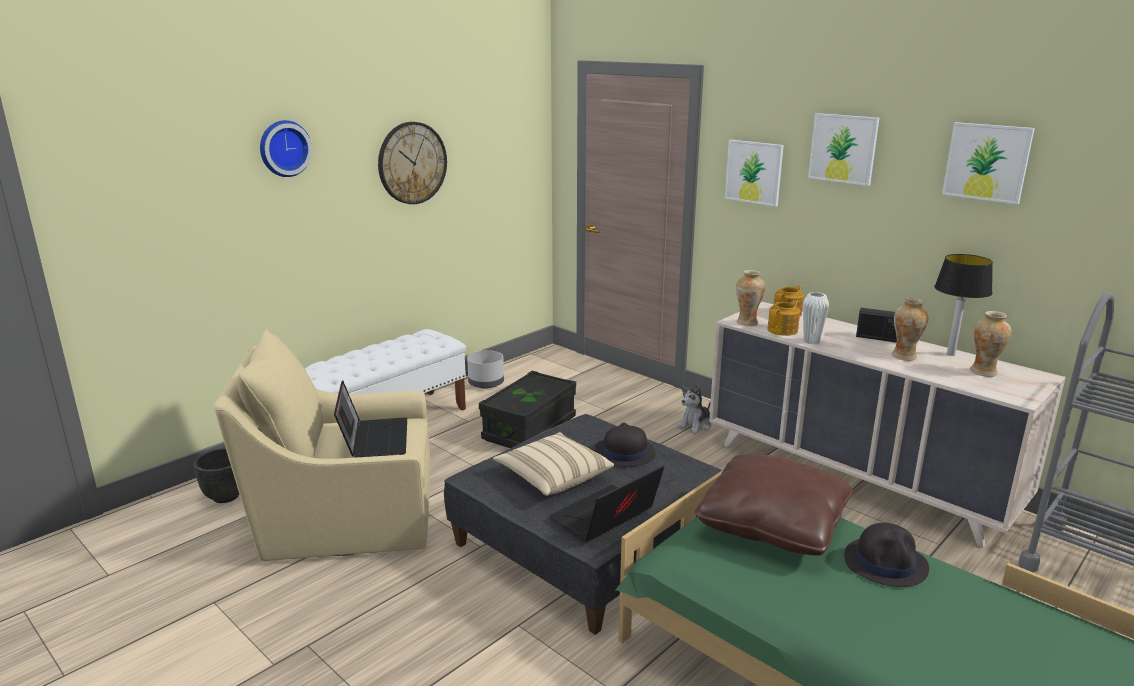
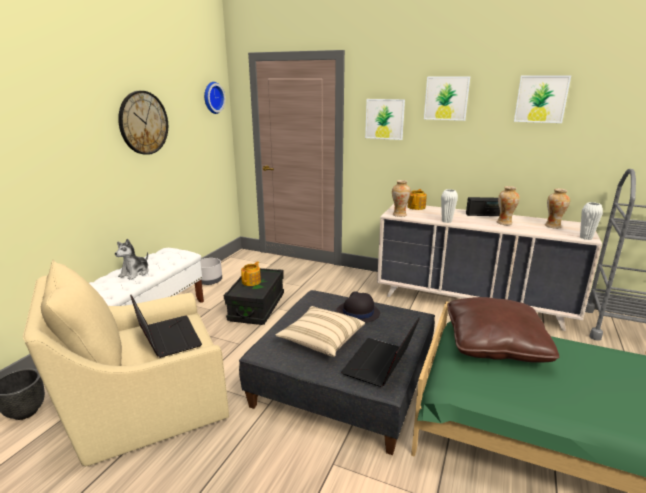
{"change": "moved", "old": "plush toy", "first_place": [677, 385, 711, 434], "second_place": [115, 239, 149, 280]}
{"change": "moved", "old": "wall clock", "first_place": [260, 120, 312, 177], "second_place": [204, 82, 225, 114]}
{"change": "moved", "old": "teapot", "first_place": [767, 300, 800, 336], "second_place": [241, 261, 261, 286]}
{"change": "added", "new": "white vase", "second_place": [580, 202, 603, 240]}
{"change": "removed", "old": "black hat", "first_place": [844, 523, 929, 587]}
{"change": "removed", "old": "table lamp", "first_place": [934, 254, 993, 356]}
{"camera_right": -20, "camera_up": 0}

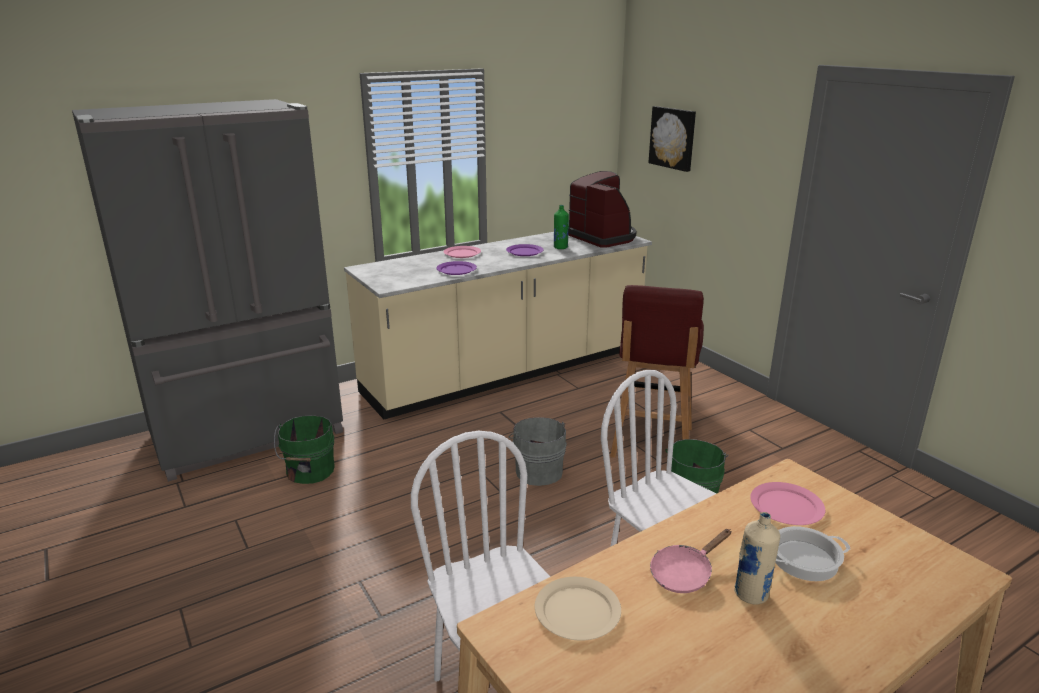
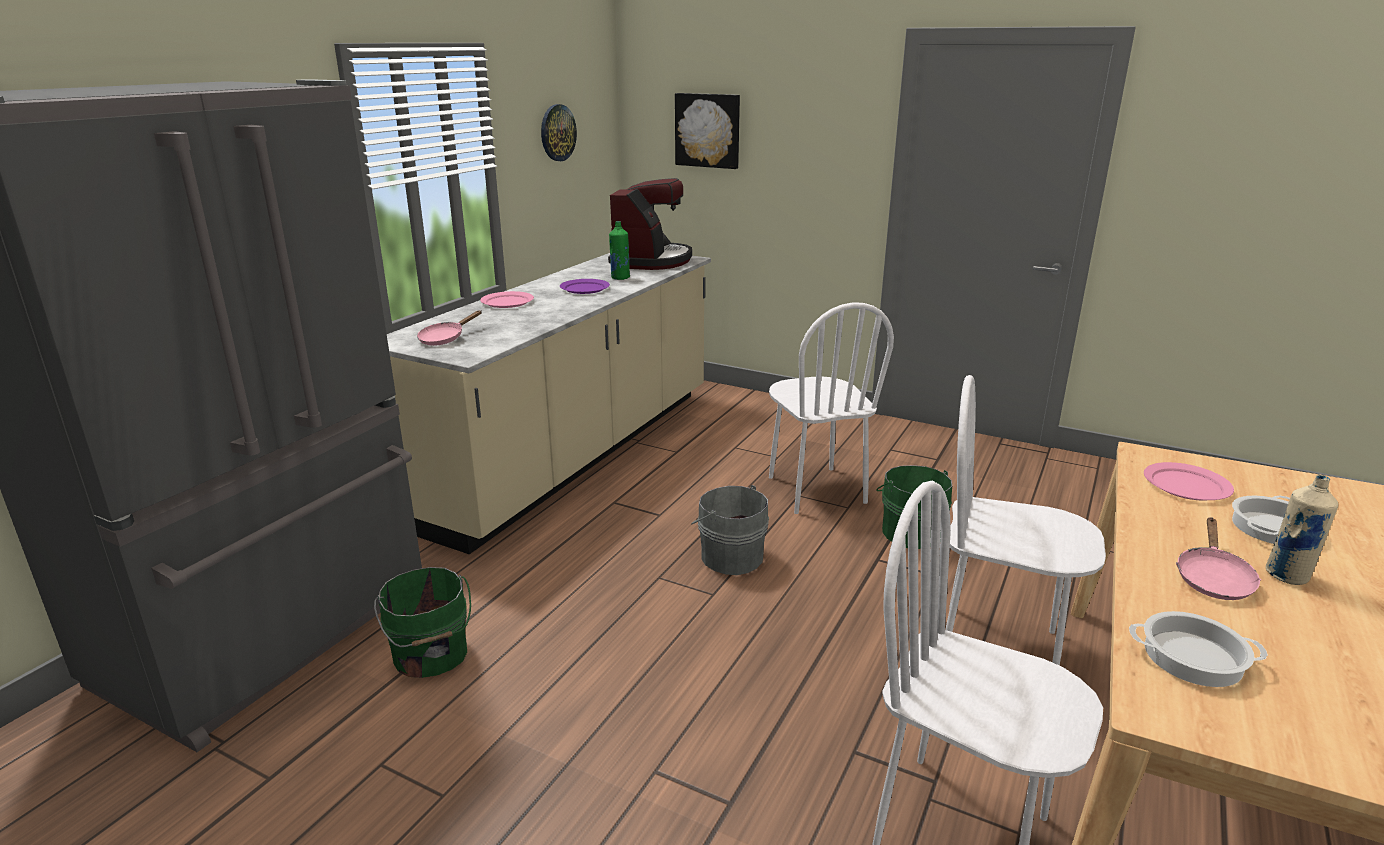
{"change": "added", "new": "pink frying pan", "second_place": [417, 310, 481, 346]}
{"change": "added", "new": "wall clock", "second_place": [541, 104, 577, 161]}
{"change": "turned", "old": "coffee machine", "first_place": [568, 171, 637, 248], "second_place": [608, 178, 692, 270], "degrees": 75}
{"change": "replaced", "old": "red stool", "new": "white chair", "first_place": [610, 285, 704, 458], "second_place": [769, 302, 894, 514]}
{"change": "replaced", "old": "beige plate", "new": "cooking pot", "first_place": [535, 577, 621, 641], "second_place": [1129, 611, 1268, 687]}
{"change": "removed", "old": "purple plate", "first_place": [436, 261, 477, 275]}
{"camera_right": -30, "camera_up": 0}

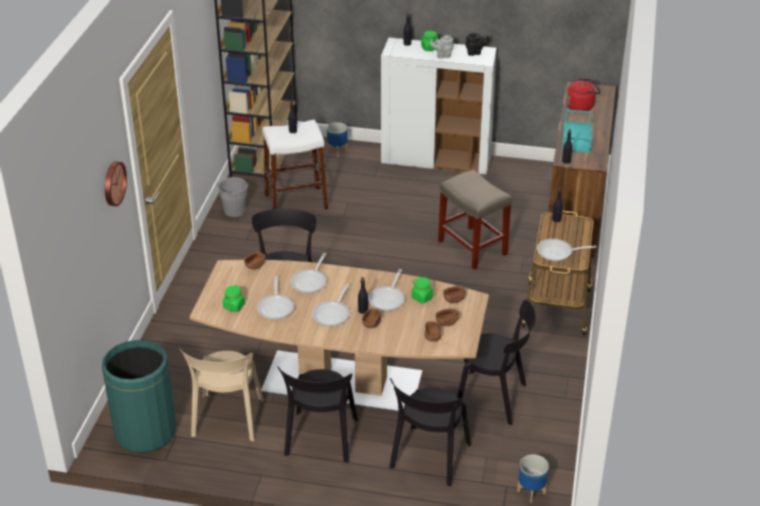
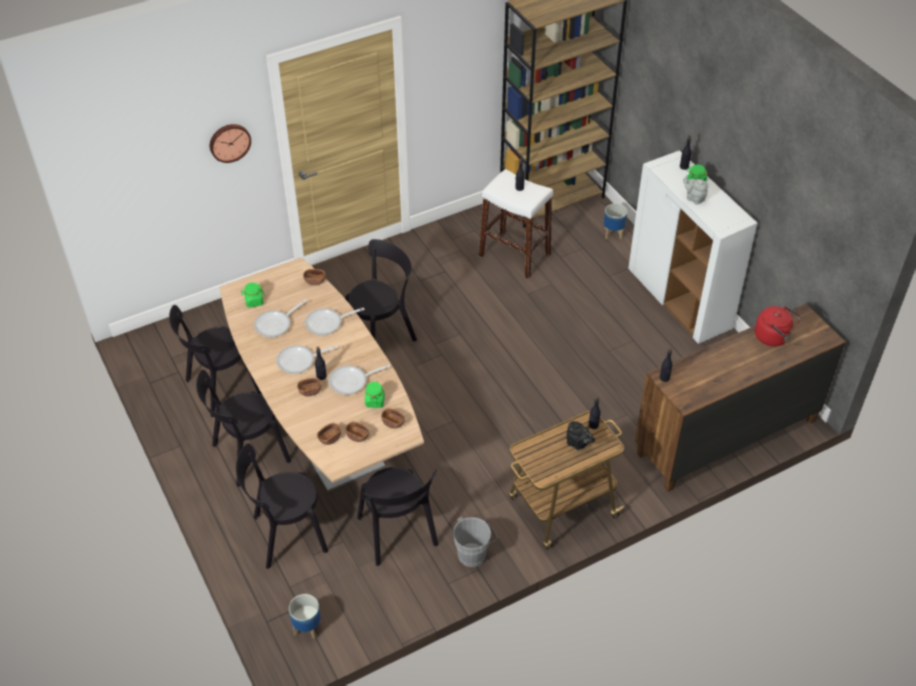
{"change": "recoloured", "old": "beige chair", "new": "black chair", "first_place": [179, 348, 264, 441], "second_place": [169, 305, 261, 417]}
{"change": "moved", "old": "grey bucket", "first_place": [217, 177, 248, 217], "second_place": [453, 517, 497, 567]}
{"change": "moved", "old": "black teapot", "first_place": [465, 33, 489, 56], "second_place": [566, 421, 595, 450]}
{"change": "removed", "old": "green trash can", "first_place": [102, 340, 176, 453]}
{"change": "removed", "old": "beige stool", "first_place": [438, 170, 512, 270]}
{"change": "removed", "old": "frying pan", "first_place": [537, 239, 596, 261]}
{"change": "removed", "old": "turquoise tray", "first_place": [562, 110, 593, 153]}
{"camera_right": 50, "camera_up": 10}

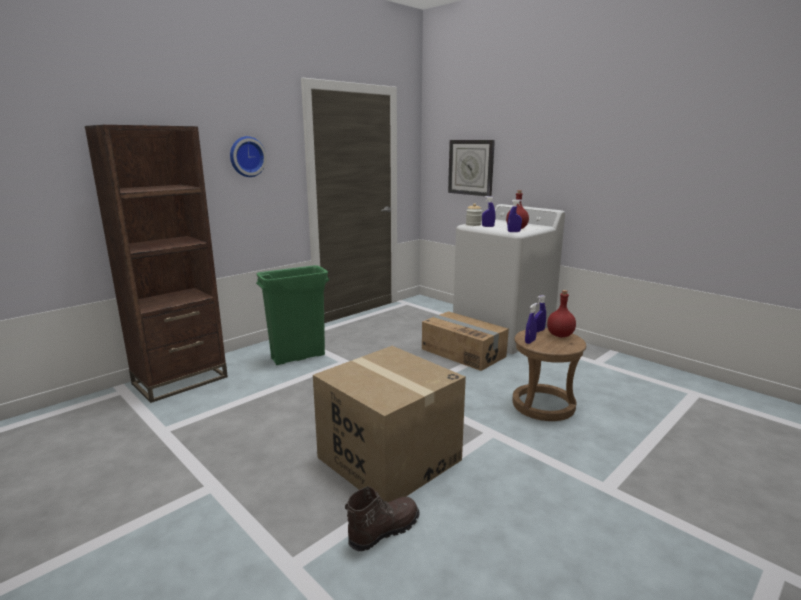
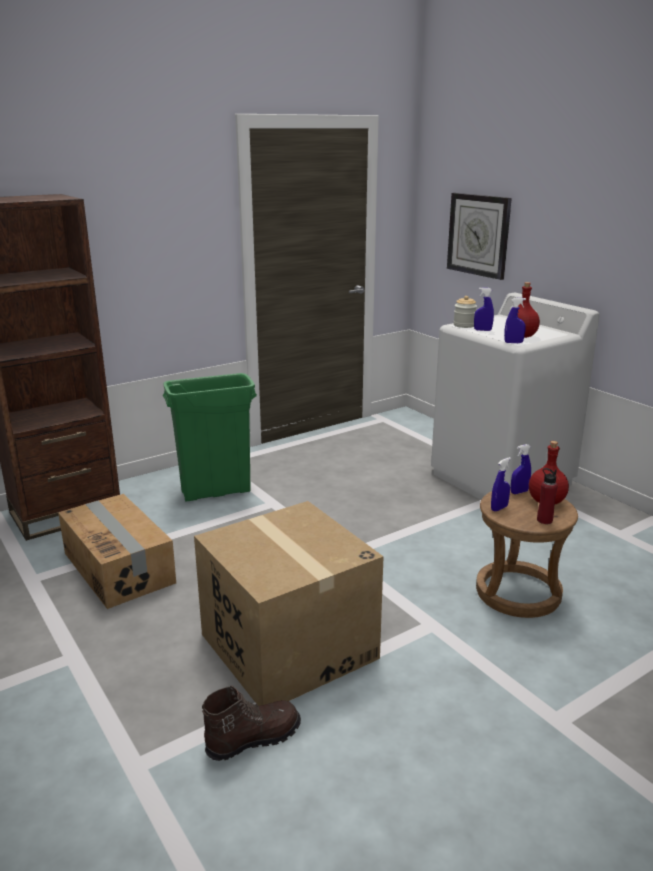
{"change": "moved", "old": "cardboard box", "first_place": [422, 311, 509, 371], "second_place": [58, 494, 176, 609]}
{"change": "added", "new": "red bottle", "second_place": [537, 468, 558, 524]}
{"change": "removed", "old": "wall clock", "first_place": [230, 136, 267, 177]}
{"camera_right": 10, "camera_up": 5}

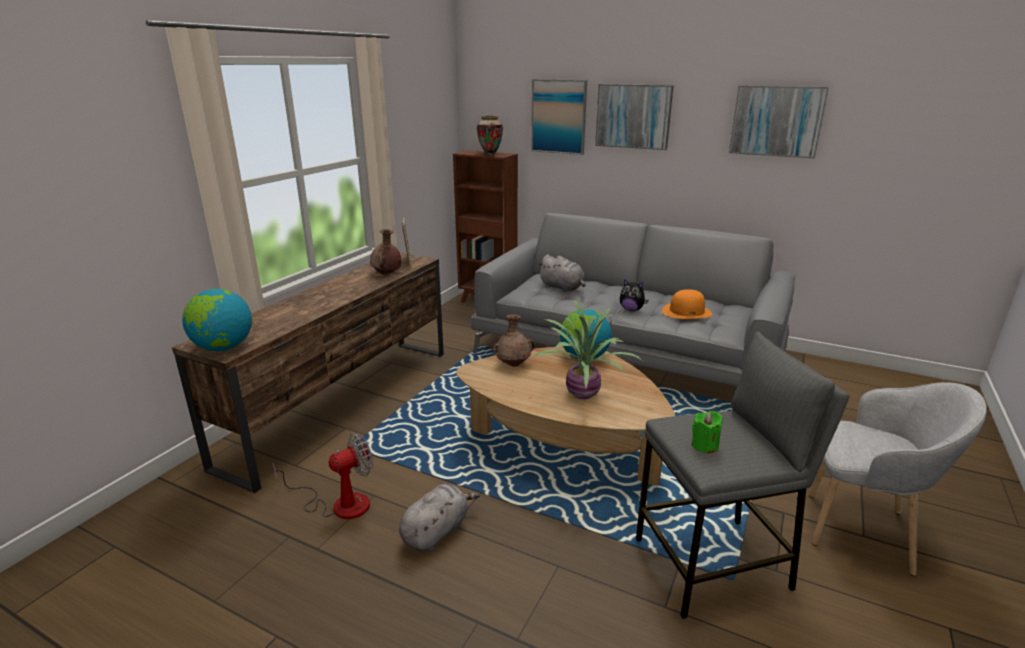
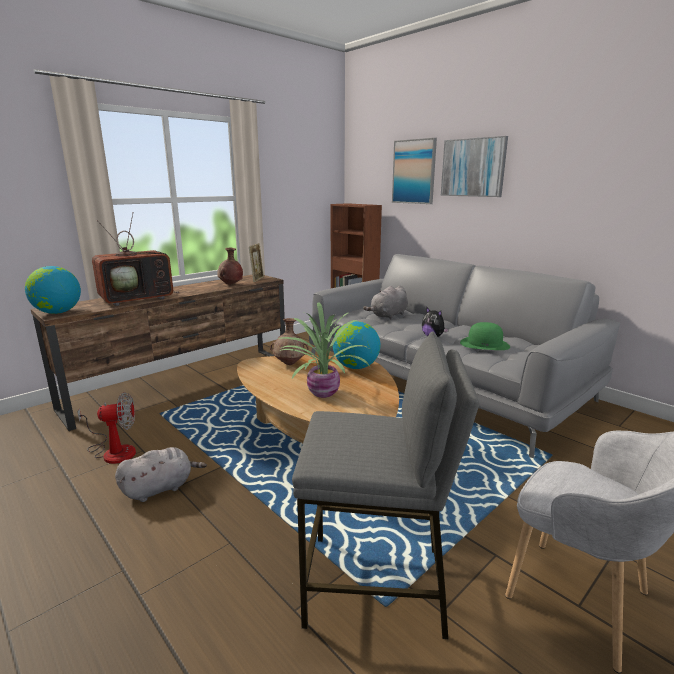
{"change": "added", "new": "television", "second_place": [92, 212, 180, 306]}
{"change": "turned", "old": "grey plush toy", "first_place": [538, 255, 586, 292], "second_place": [363, 286, 408, 319], "degrees": 75}
{"change": "recoloured", "old": "orange hat", "new": "green hat", "first_place": [662, 289, 712, 319], "second_place": [460, 322, 510, 350]}
{"change": "removed", "old": "vase", "first_place": [477, 116, 503, 155]}
{"change": "removed", "old": "green candle", "first_place": [692, 411, 722, 454]}
{"change": "removed", "old": "picture", "first_place": [729, 86, 829, 158]}
{"camera_right": 20, "camera_up": -5}

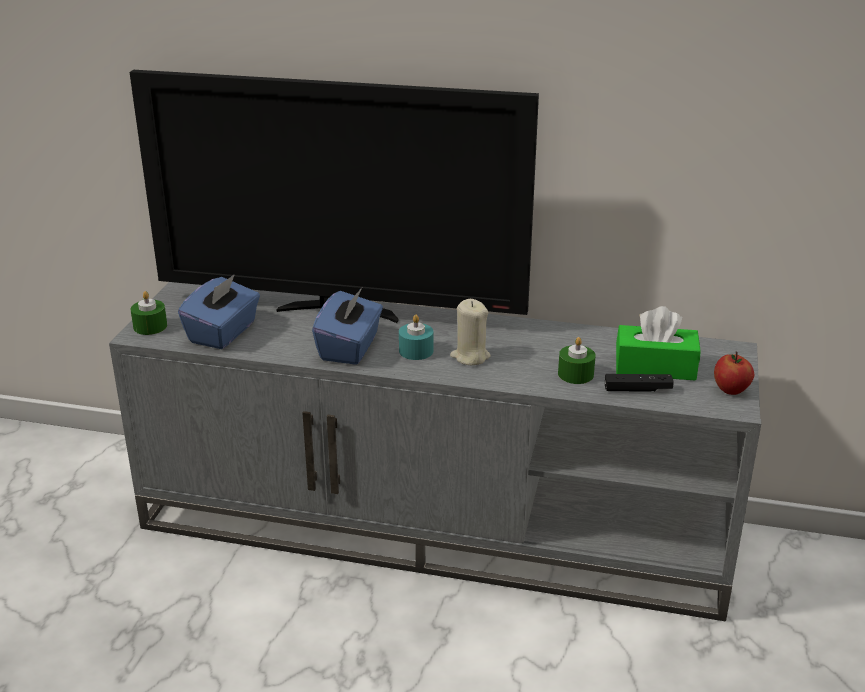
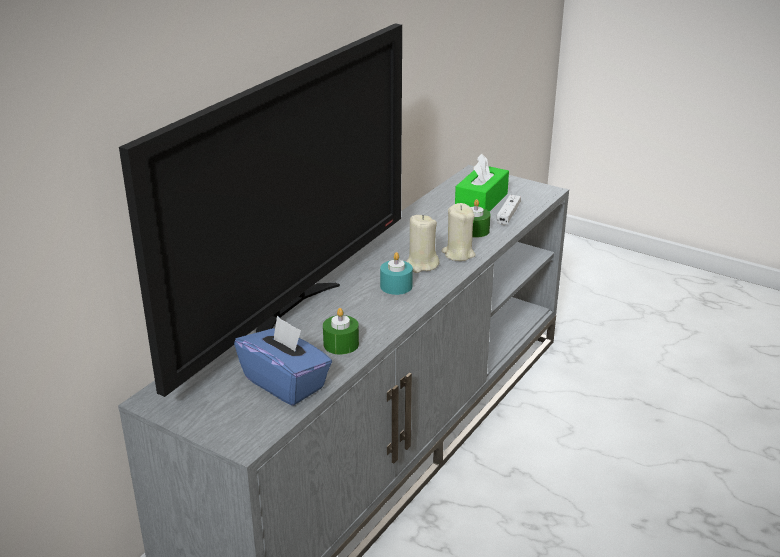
{"change": "moved", "old": "green candle", "first_place": [130, 291, 167, 335], "second_place": [323, 308, 359, 355]}
{"change": "added", "new": "beige candle", "second_place": [442, 203, 476, 261]}
{"change": "recoloured", "old": "black game controller", "new": "white game controller", "first_place": [605, 374, 674, 392], "second_place": [496, 195, 521, 225]}
{"change": "removed", "old": "blue tissue box", "first_place": [312, 288, 383, 365]}
{"change": "removed", "old": "apple", "first_place": [714, 352, 754, 395]}
{"camera_right": -70, "camera_up": 0}

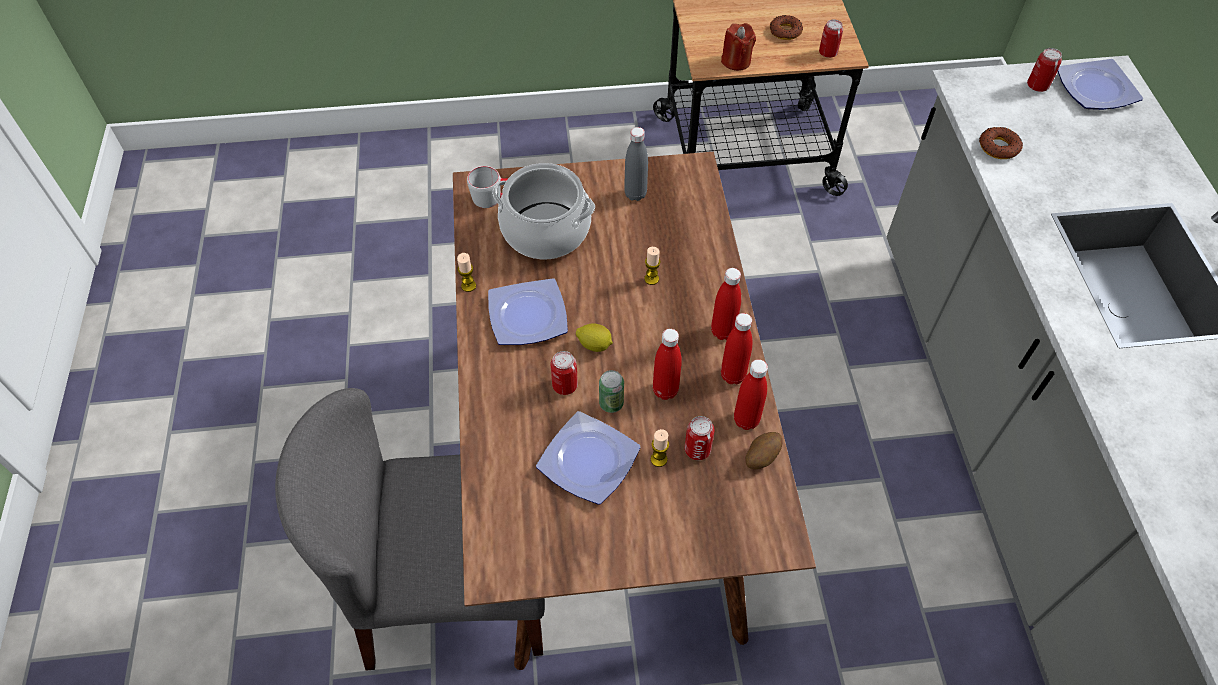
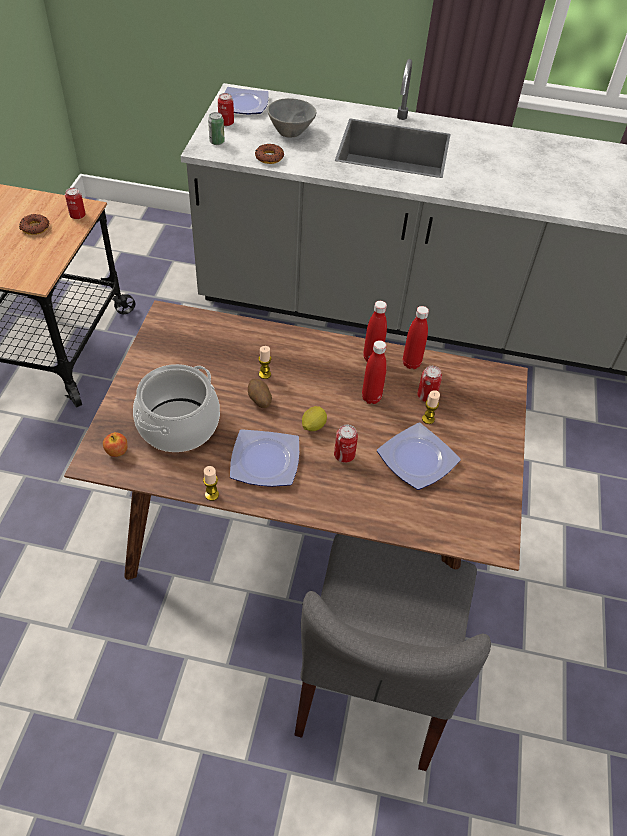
{"change": "replaced", "old": "grey mug", "new": "apple", "first_place": [467, 166, 508, 208], "second_place": [103, 432, 128, 457]}
{"change": "moved", "old": "can", "first_place": [599, 370, 624, 413], "second_place": [208, 112, 225, 145]}
{"change": "moved", "old": "potato", "first_place": [745, 432, 782, 469], "second_place": [248, 379, 272, 408]}
{"change": "added", "new": "grey bowl", "second_place": [267, 98, 316, 138]}
{"change": "removed", "old": "grey bottle", "first_place": [624, 127, 648, 201]}
{"change": "removed", "old": "red bottle", "first_place": [711, 268, 741, 340]}
{"change": "removed", "old": "red candle", "first_place": [721, 23, 756, 71]}
{"camera_right": -75, "camera_up": -5}

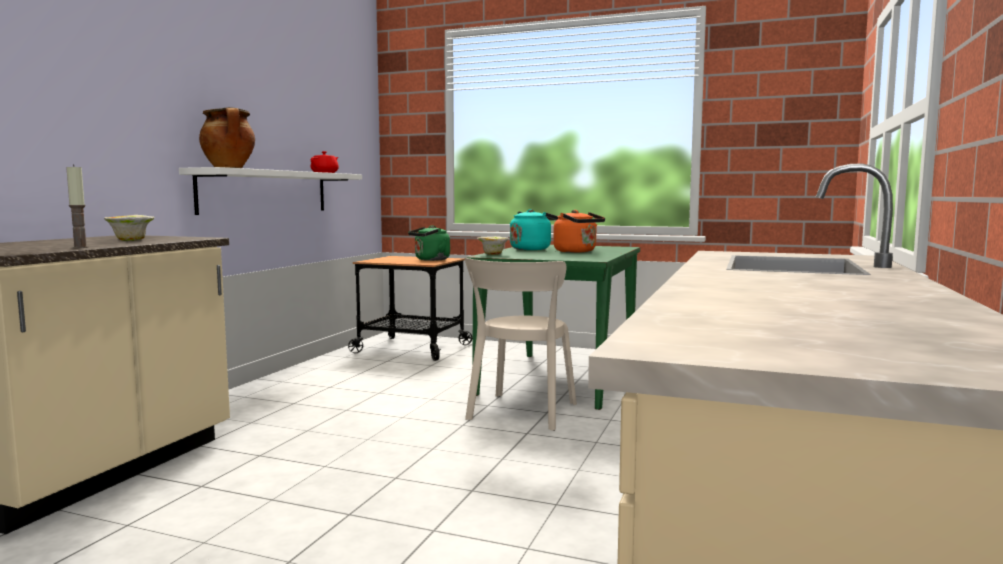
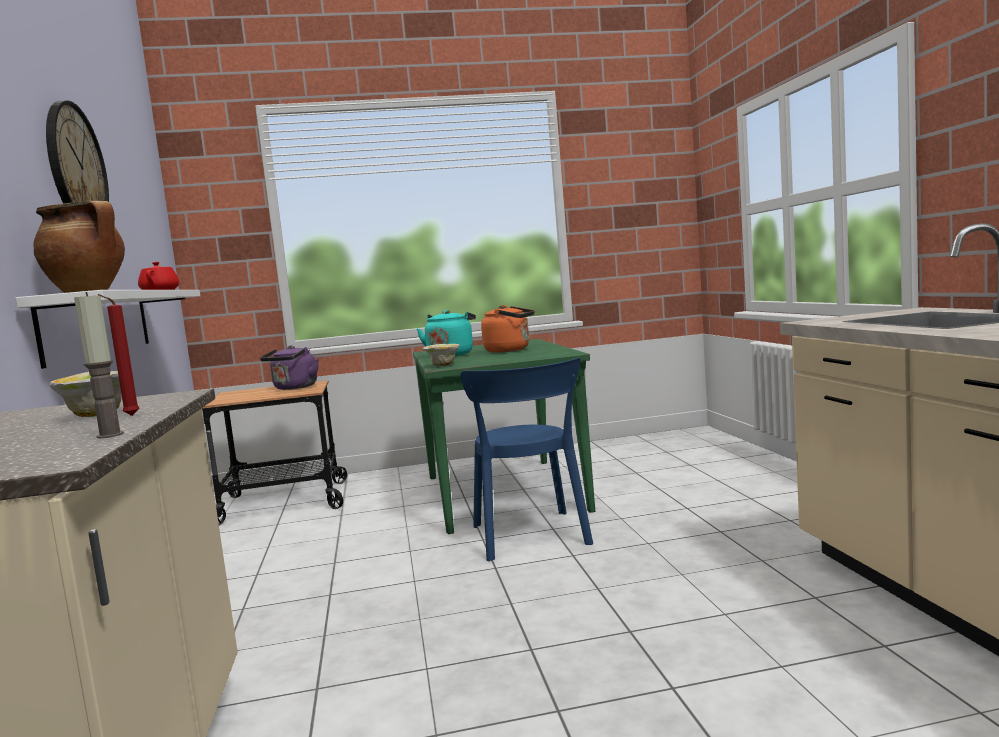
{"change": "added", "new": "wall clock", "second_place": [46, 100, 109, 204]}
{"change": "added", "new": "red candle", "second_place": [97, 294, 139, 416]}
{"change": "recoloured", "old": "green kettle", "new": "purple kettle", "first_place": [408, 225, 450, 261], "second_place": [260, 345, 319, 390]}
{"change": "recoloured", "old": "beige chair", "new": "blue chair", "first_place": [465, 258, 577, 431], "second_place": [461, 358, 593, 561]}
{"camera_right": -30, "camera_up": 0}

